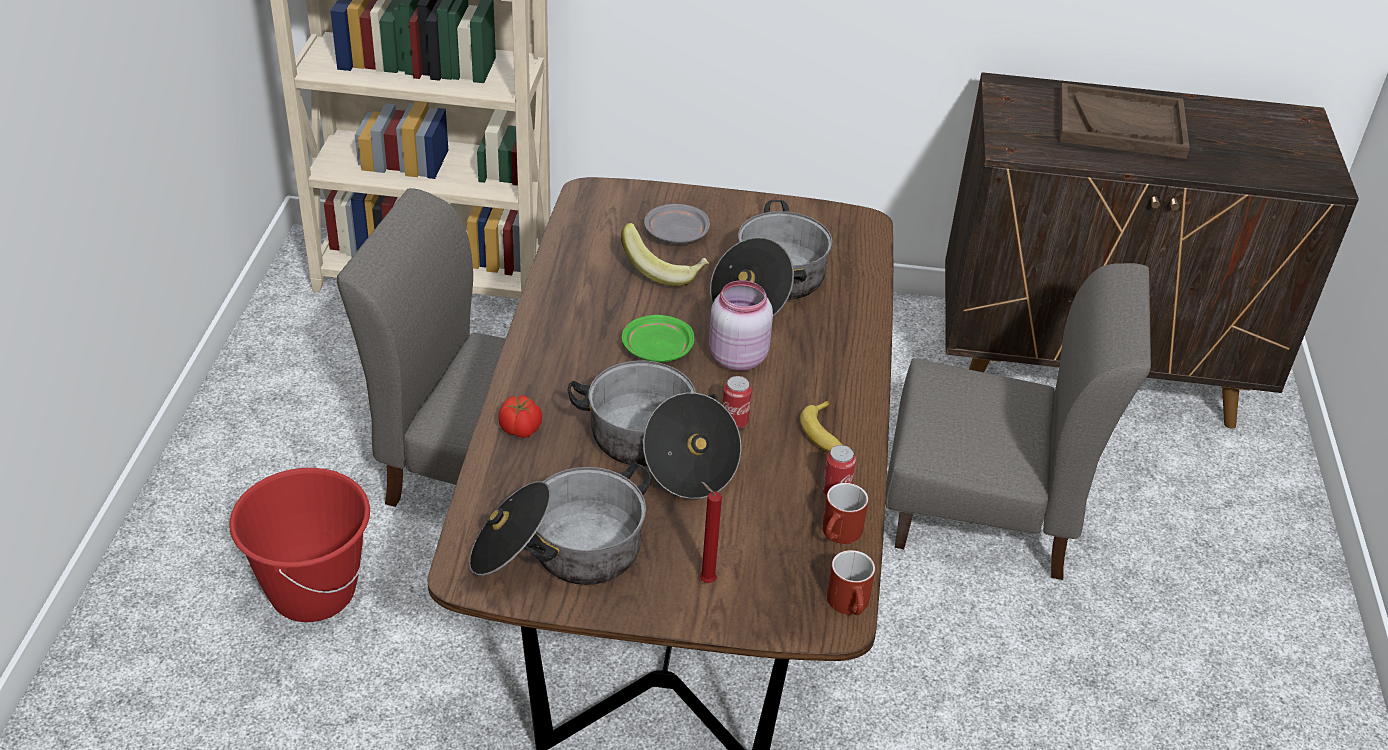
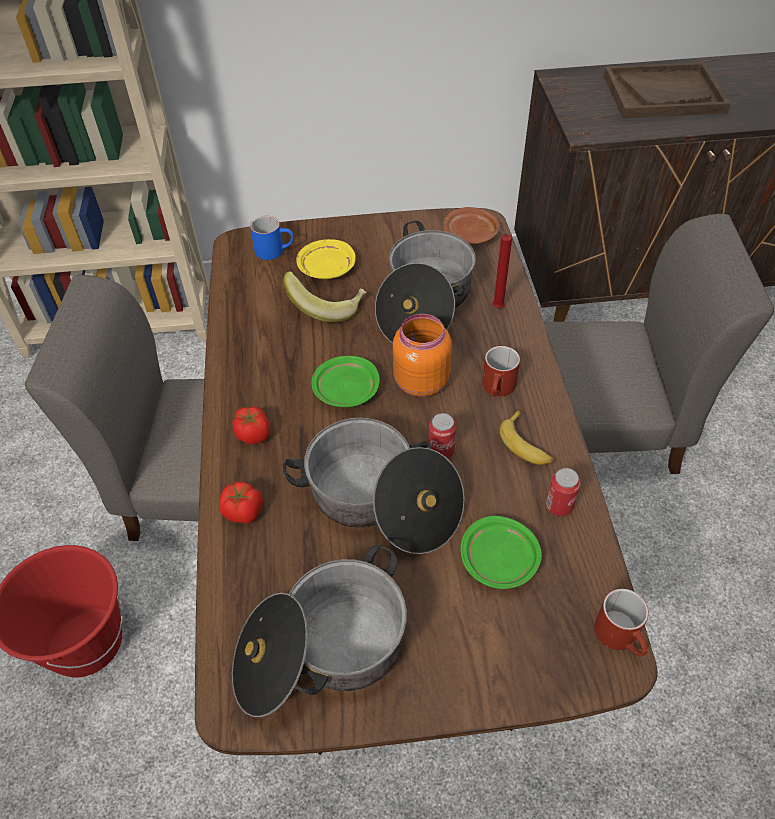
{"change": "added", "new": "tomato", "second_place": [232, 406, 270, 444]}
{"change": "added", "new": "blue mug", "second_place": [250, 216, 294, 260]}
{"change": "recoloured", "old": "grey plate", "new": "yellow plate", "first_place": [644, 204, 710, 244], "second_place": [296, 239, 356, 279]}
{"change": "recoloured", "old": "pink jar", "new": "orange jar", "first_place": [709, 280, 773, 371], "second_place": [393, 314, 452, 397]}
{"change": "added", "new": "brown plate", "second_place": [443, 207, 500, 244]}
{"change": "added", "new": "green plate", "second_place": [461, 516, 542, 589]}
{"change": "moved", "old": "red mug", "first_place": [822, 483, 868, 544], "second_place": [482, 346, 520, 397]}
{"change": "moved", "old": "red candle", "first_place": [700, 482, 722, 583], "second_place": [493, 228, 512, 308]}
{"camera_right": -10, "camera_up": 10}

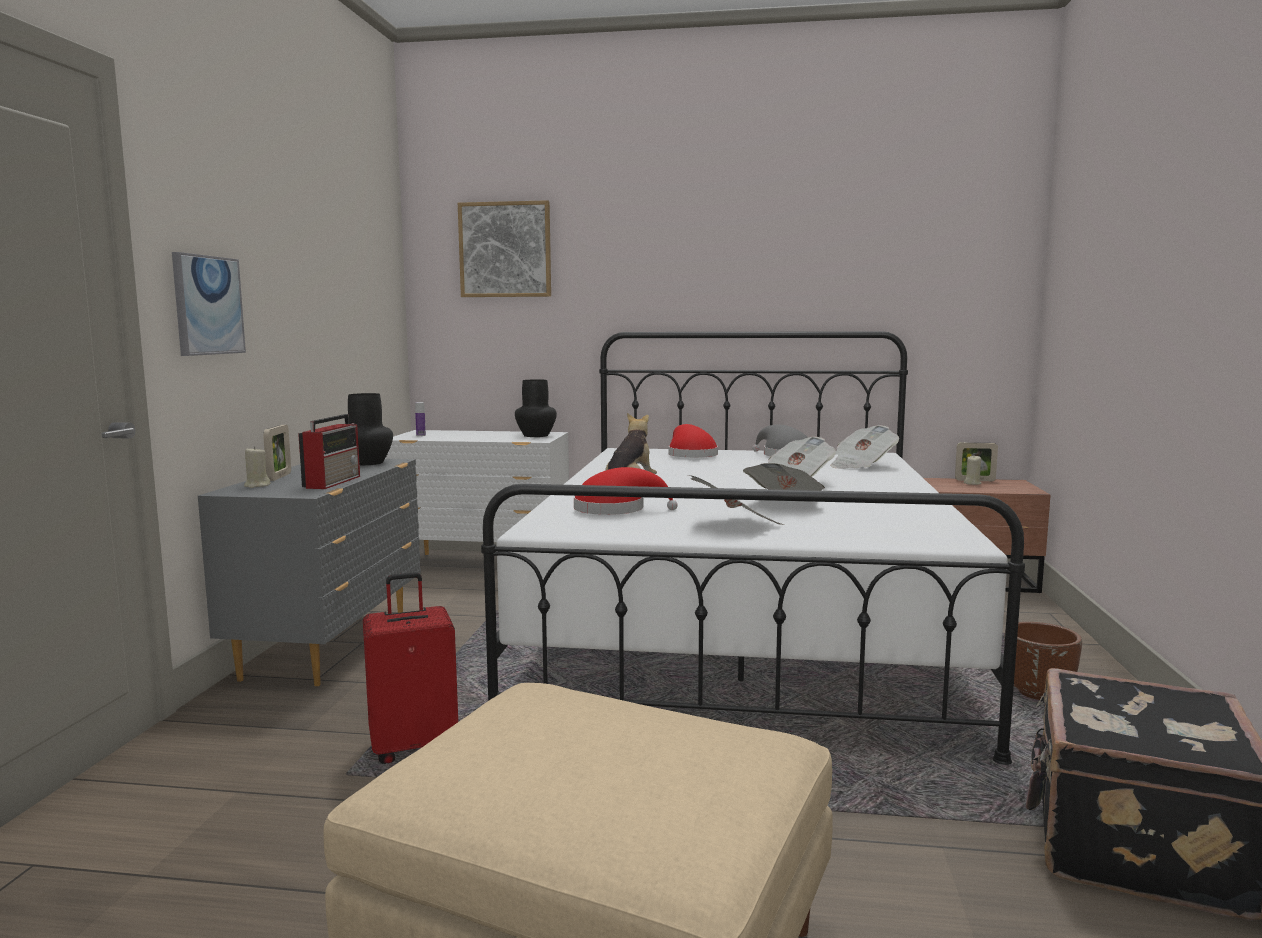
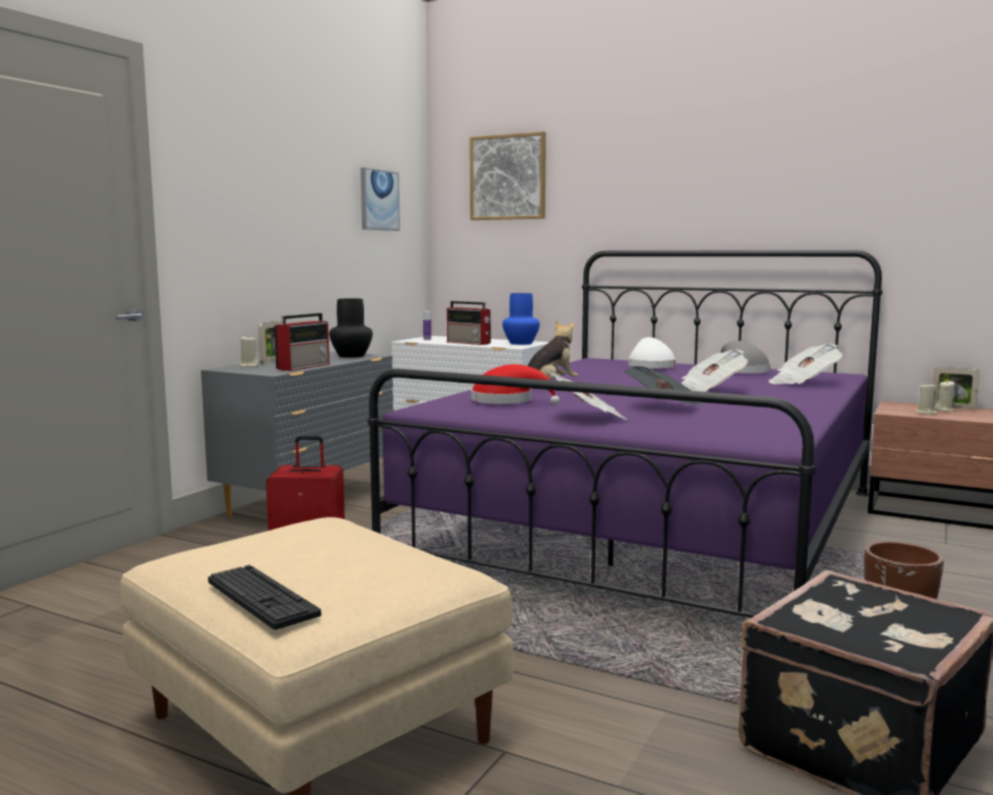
{"change": "added", "new": "keyboard", "second_place": [208, 565, 321, 630]}
{"change": "moved", "old": "picture", "first_place": [172, 252, 246, 356], "second_place": [361, 168, 400, 231]}
{"change": "recoloured", "old": "white bed", "new": "purple bed", "first_place": [481, 331, 1025, 765], "second_place": [368, 250, 882, 618]}
{"change": "added", "new": "radio", "second_place": [447, 301, 491, 345]}
{"change": "recoloured", "old": "black vase", "new": "blue vase", "first_place": [515, 379, 557, 437], "second_place": [502, 293, 540, 345]}
{"change": "recoloured", "old": "red hat", "new": "white hat", "first_place": [668, 424, 718, 458], "second_place": [628, 337, 676, 368]}
{"change": "added", "new": "beige candle", "second_place": [916, 382, 937, 415]}
{"camera_right": 20, "camera_up": 0}

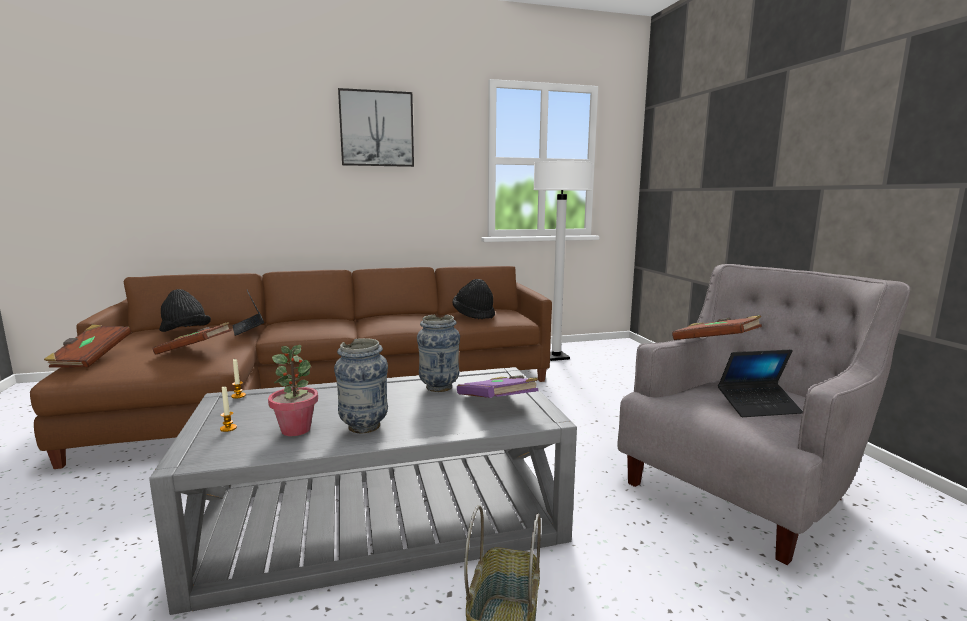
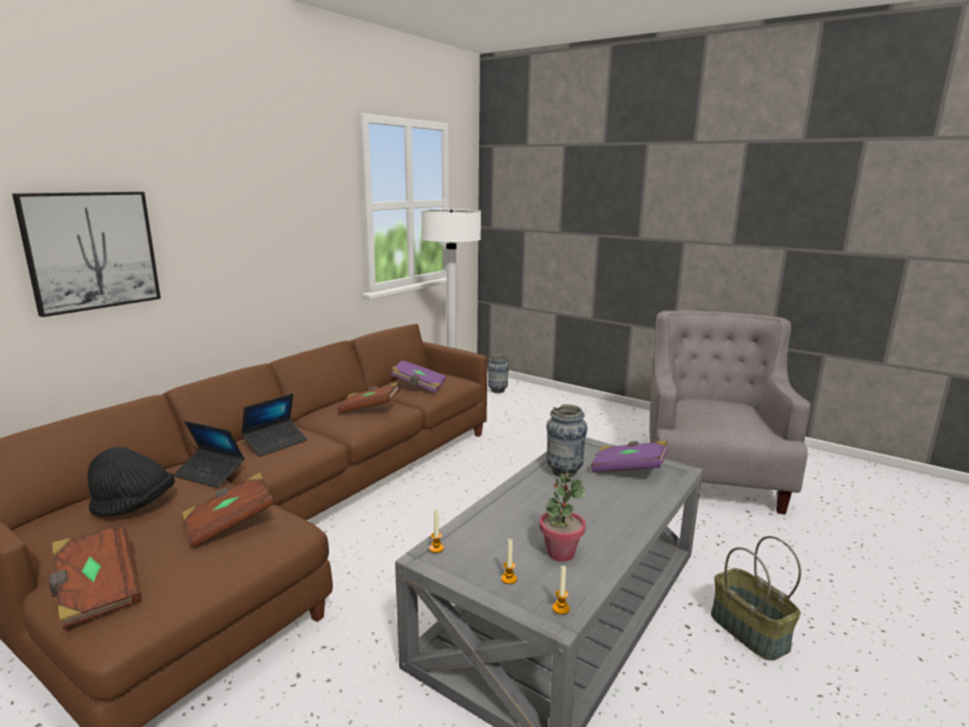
{"change": "moved", "old": "picture", "first_place": [338, 88, 414, 167], "second_place": [12, 192, 161, 317]}
{"change": "moved", "old": "laptop", "first_place": [718, 349, 803, 417], "second_place": [241, 393, 308, 457]}
{"change": "moved", "old": "brown book", "first_place": [672, 315, 762, 340], "second_place": [338, 382, 400, 414]}
{"change": "replaced", "old": "black hat", "new": "purple book", "first_place": [452, 279, 495, 320], "second_place": [391, 359, 446, 393]}
{"change": "moved", "old": "vase", "first_place": [334, 338, 388, 433], "second_place": [488, 355, 509, 393]}
{"change": "added", "new": "candle", "second_place": [552, 565, 570, 615]}
{"camera_right": -40, "camera_up": 5}

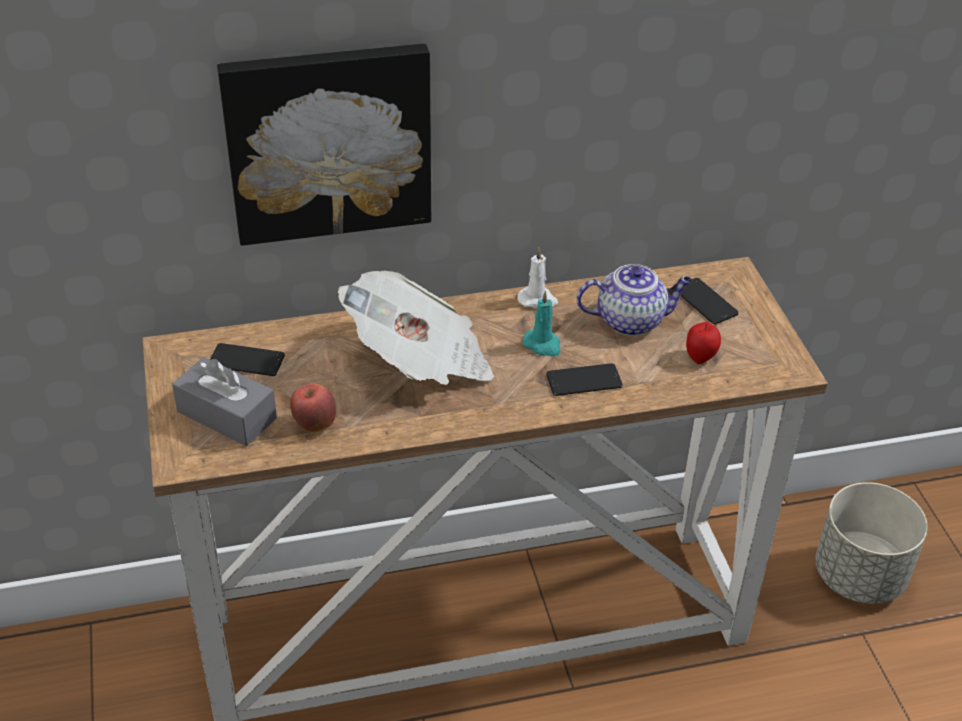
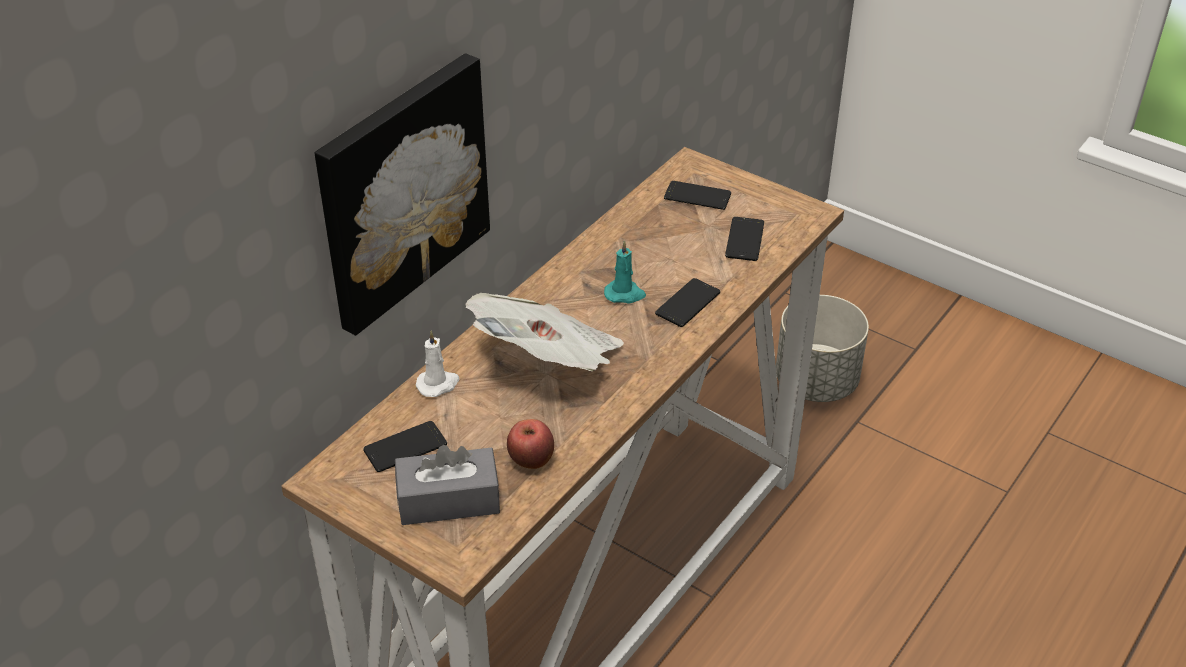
{"change": "moved", "old": "white candle", "first_place": [517, 247, 558, 308], "second_place": [416, 330, 460, 397]}
{"change": "replaced", "old": "apple", "new": "phone", "first_place": [686, 322, 721, 364], "second_place": [725, 217, 764, 261]}
{"change": "removed", "old": "teapot", "first_place": [576, 264, 692, 336]}
{"camera_right": -40, "camera_up": 0}

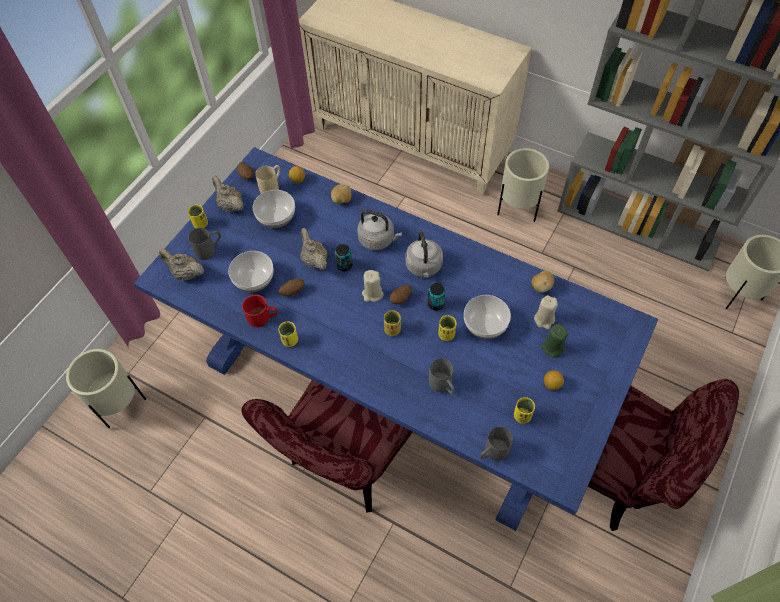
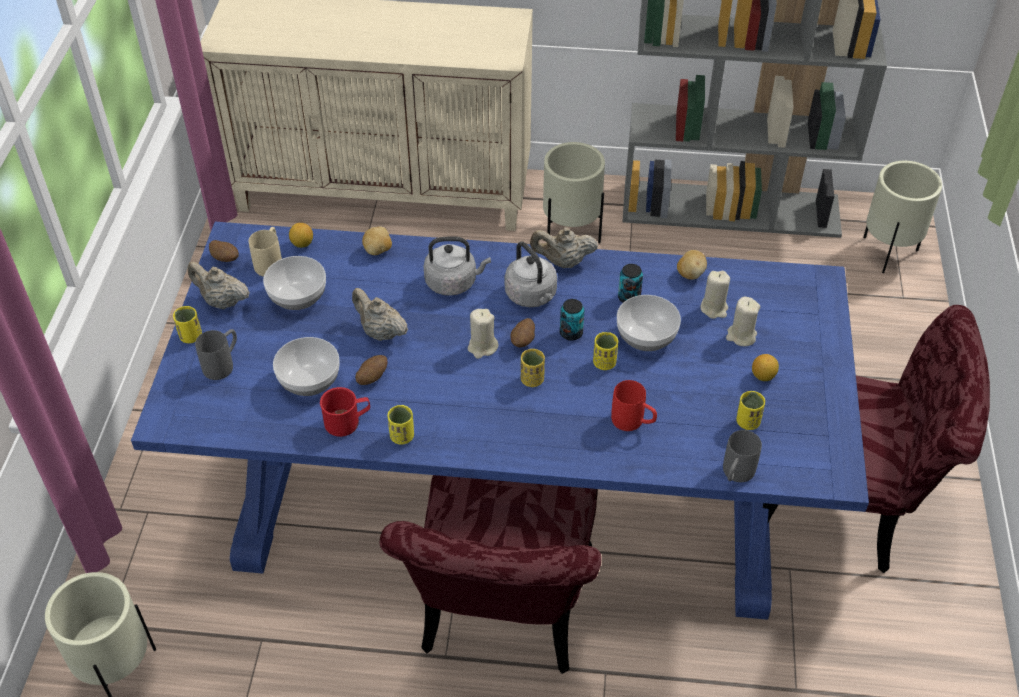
{"change": "moved", "old": "beige teapot", "first_place": [159, 249, 204, 281], "second_place": [530, 228, 598, 268]}
{"change": "recoloured", "old": "grey mug", "new": "red mug", "first_place": [429, 358, 455, 394], "second_place": [611, 380, 657, 431]}
{"change": "moved", "old": "can", "first_place": [335, 244, 353, 271], "second_place": [618, 264, 643, 303]}
{"change": "recoloured", "old": "green candle", "new": "beige candle", "first_place": [540, 324, 568, 358], "second_place": [726, 297, 760, 346]}
{"camera_right": -25, "camera_up": -10}

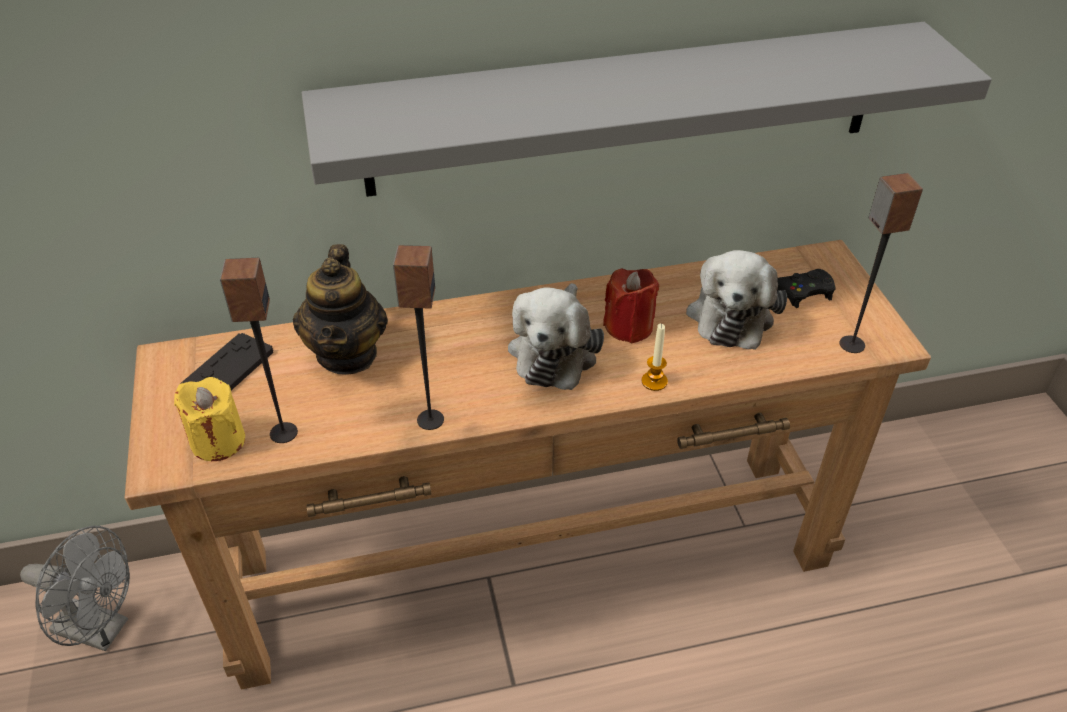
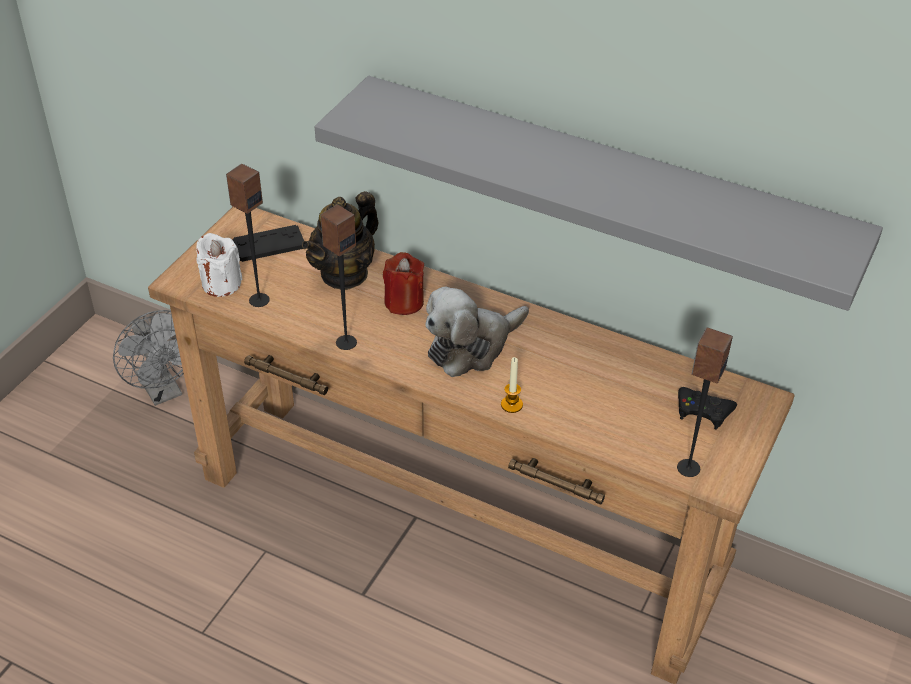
{"change": "recoloured", "old": "yellow candle", "new": "white candle", "first_place": [174, 377, 245, 461], "second_place": [196, 233, 242, 297]}
{"change": "moved", "old": "red candle", "first_place": [603, 269, 659, 343], "second_place": [383, 252, 424, 315]}
{"change": "removed", "old": "plush toy", "first_place": [686, 250, 787, 350]}
{"camera_right": 40, "camera_up": 0}

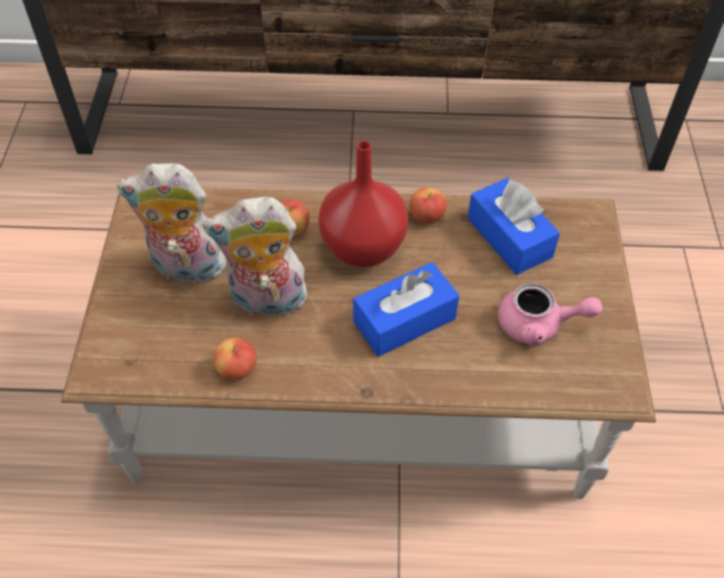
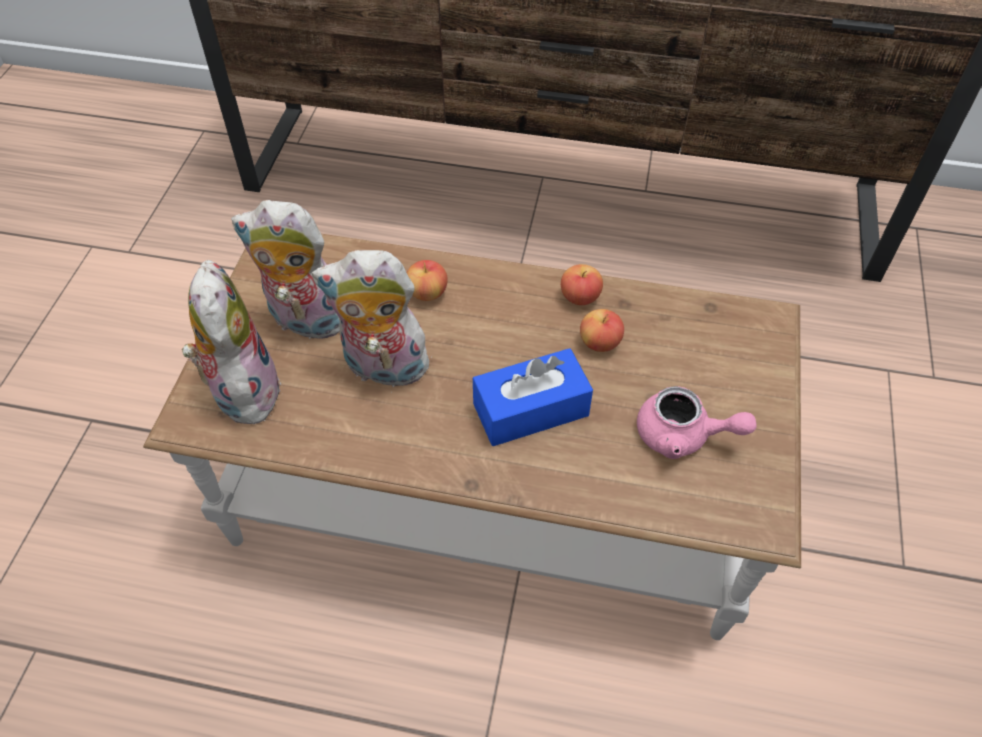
{"change": "added", "new": "plush toy", "second_place": [181, 260, 282, 424]}
{"change": "moved", "old": "apple", "first_place": [213, 338, 256, 380], "second_place": [580, 309, 624, 352]}
{"change": "removed", "old": "red vase", "first_place": [318, 141, 408, 267]}
{"change": "removed", "old": "blue tissue box", "first_place": [467, 178, 560, 275]}
{"camera_right": 10, "camera_up": 0}

